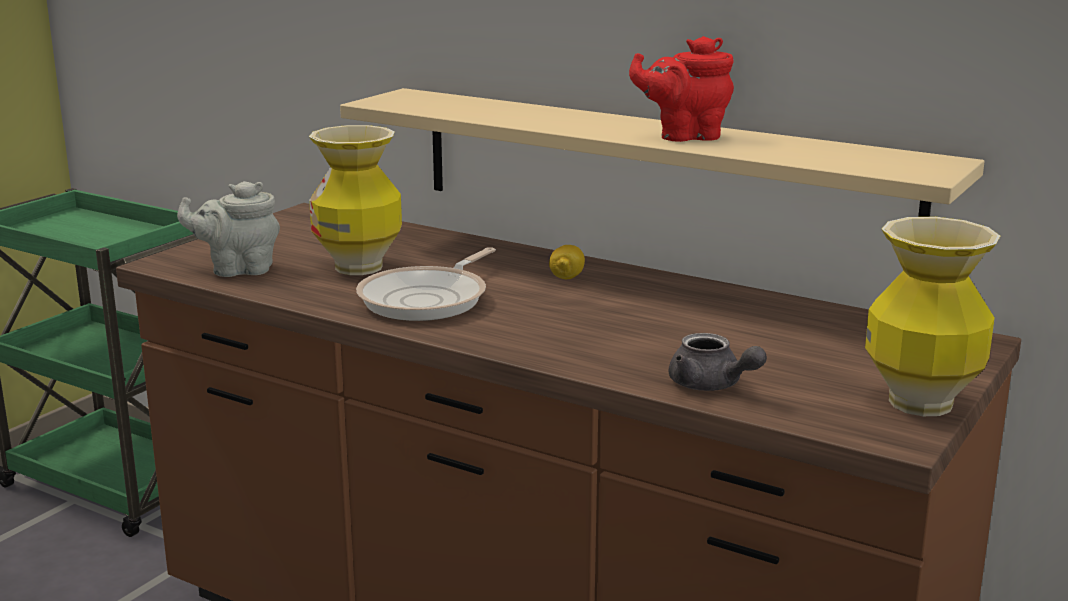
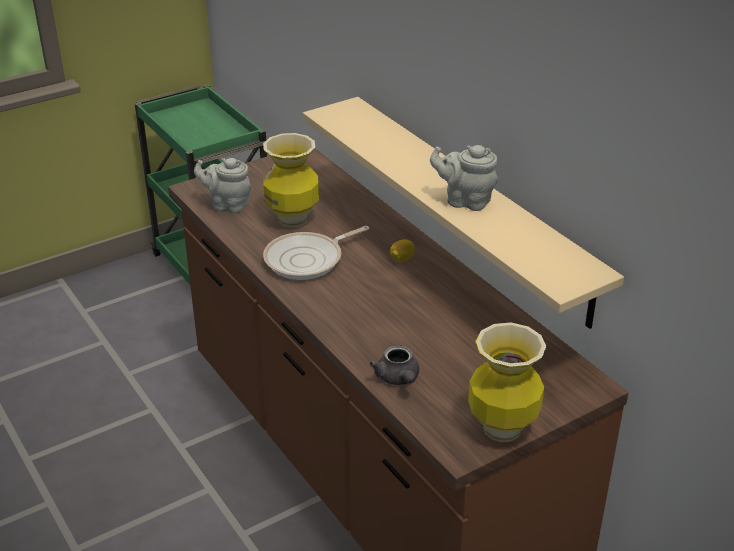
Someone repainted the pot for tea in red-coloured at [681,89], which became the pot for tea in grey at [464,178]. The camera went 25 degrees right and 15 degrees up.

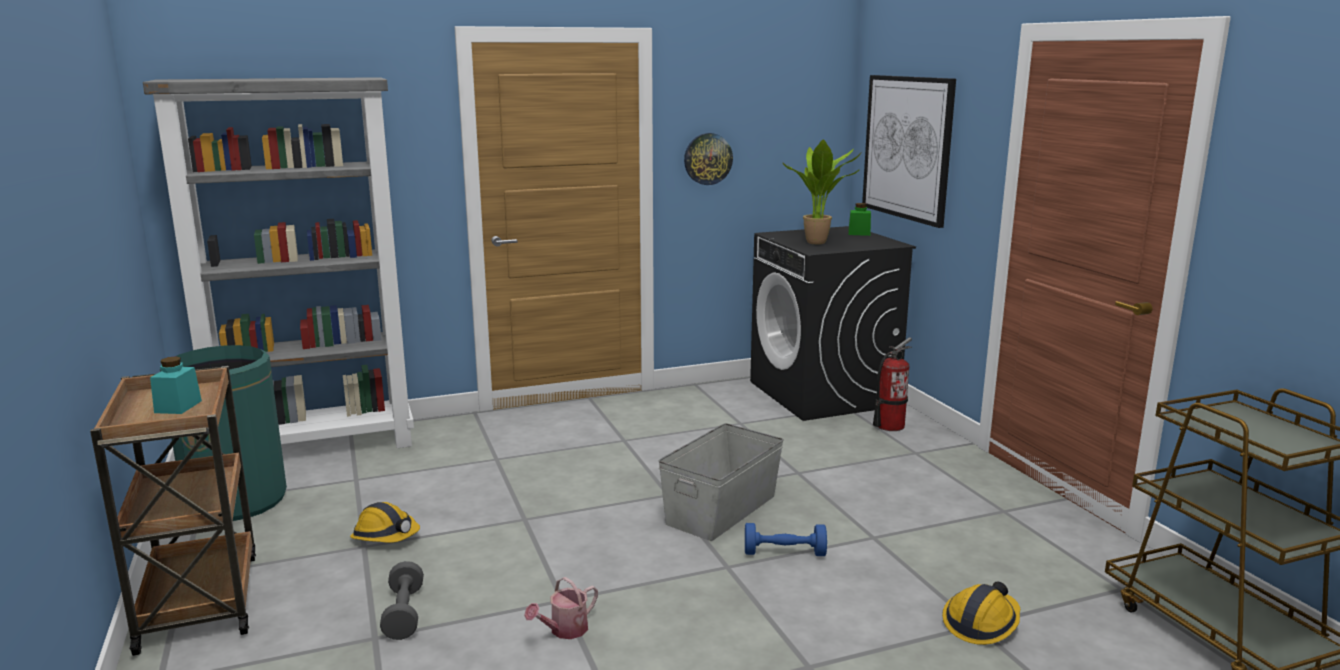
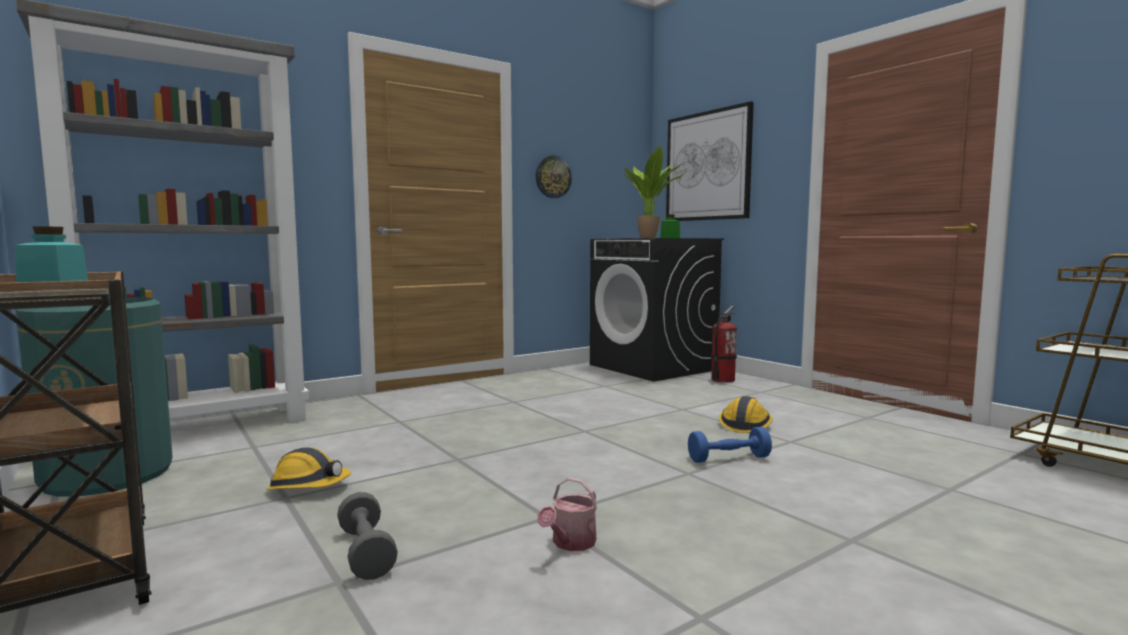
Someone carried the work helmet from [981,613] to [746,414]. Someone took away the storage container in grey at [721,482]. The camera went 15 degrees left and 10 degrees down.

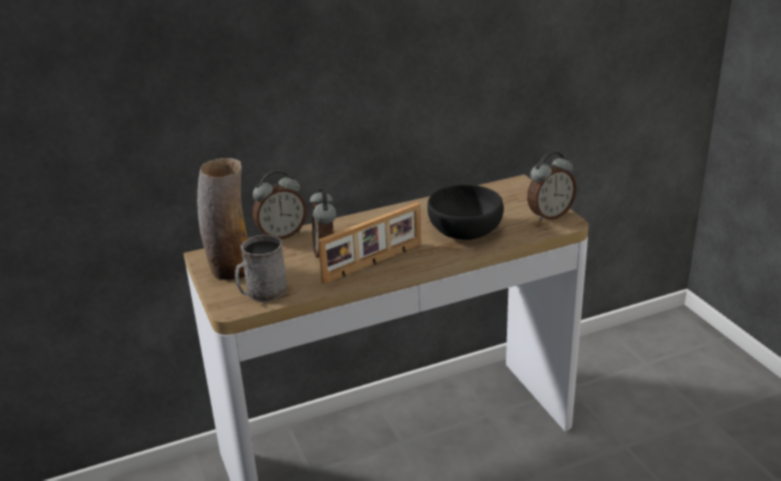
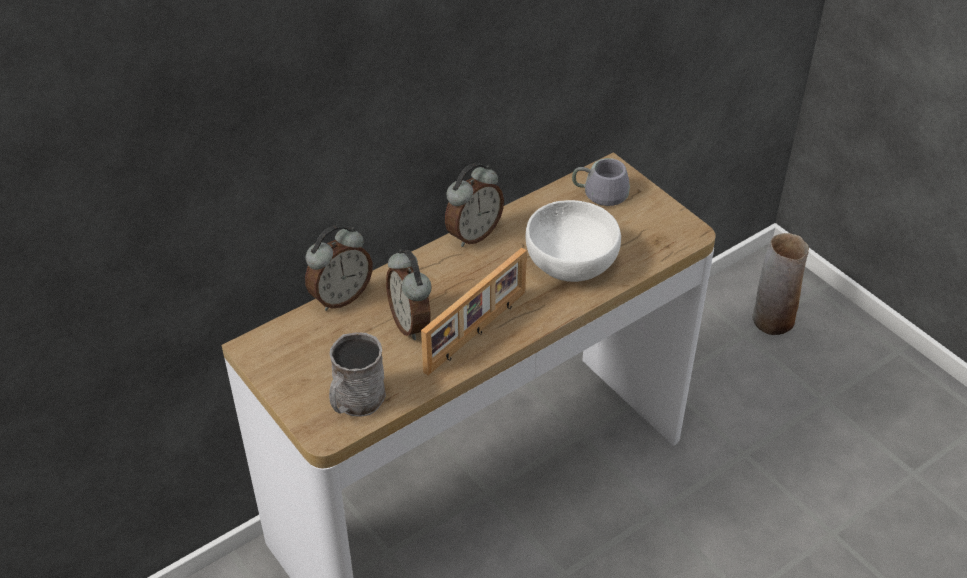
Someone carried the bedside clock from [552,186] to [474,205]. Someone repainted the deep dish in black at [465,212], which became the deep dish in whitish at [573,241]. Someone put down the coffee mug in grey at [601,182]. Someone carried the vase from [222,219] to [780,284]. The camera went 15 degrees left and 15 degrees up.

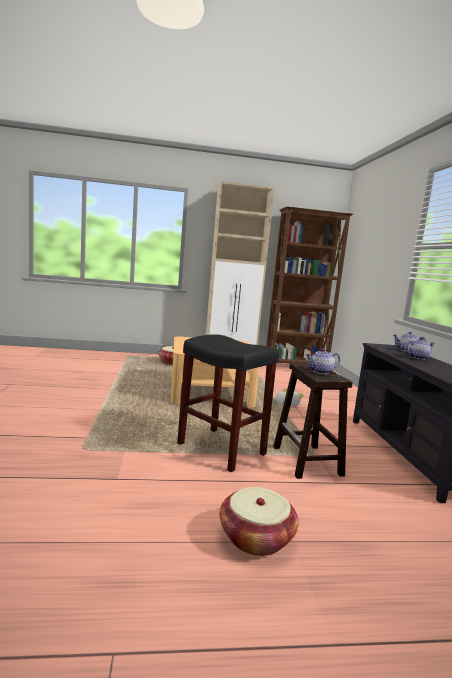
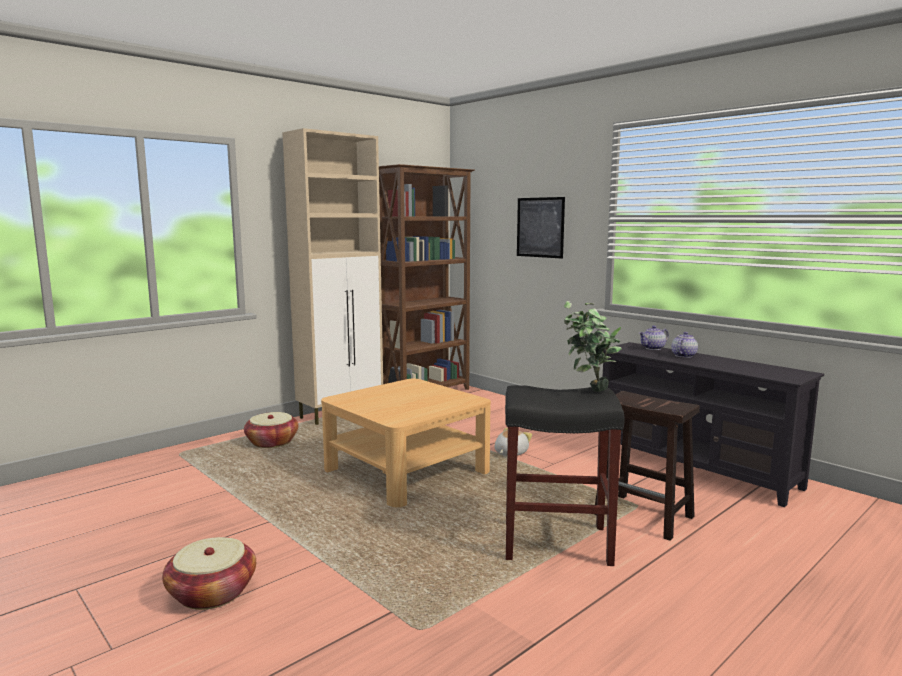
Someone carried the household basket from [259,521] to [209,573]. Someone put up the wall art at [541,228]. Someone put down the houseplant at [593,346]. Someone took away the pot for tea at [322,361]. The camera went 35 degrees left and 0 degrees up.

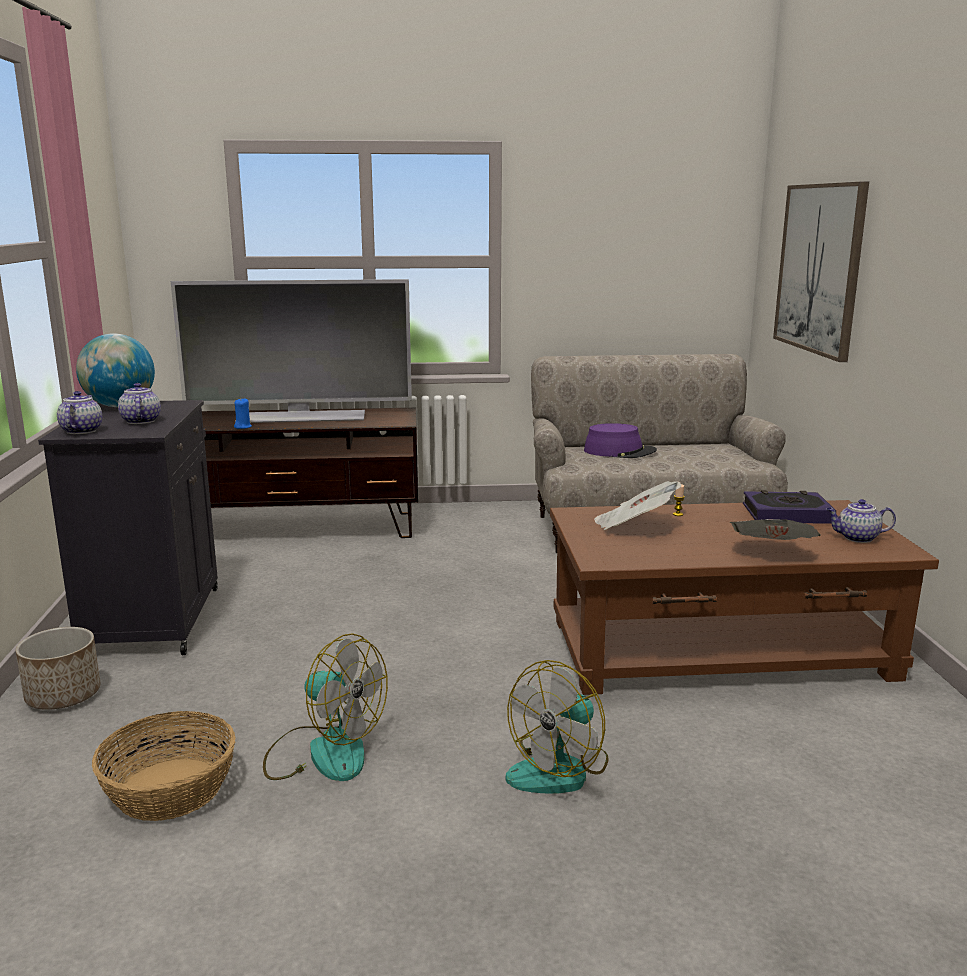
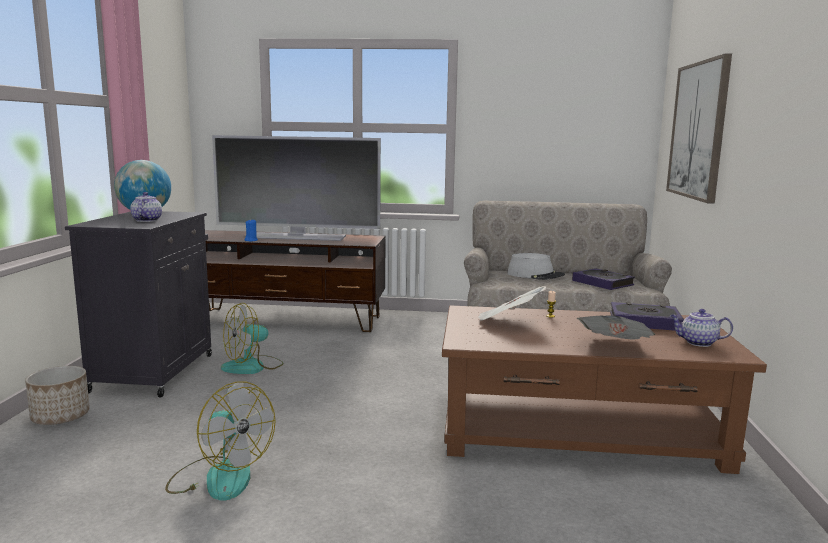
Someone carried the electric fan from [557,726] to [252,338]. Someone repainted the clothing hat in purple-coloured at [620,440], which became the clothing hat in grey at [536,266]. Someone put down the volume at [603,279]. Someone took away the pot for tea at [79,412]. Someone took away the household basket at [164,766]. The camera went 10 degrees right and 5 degrees down.

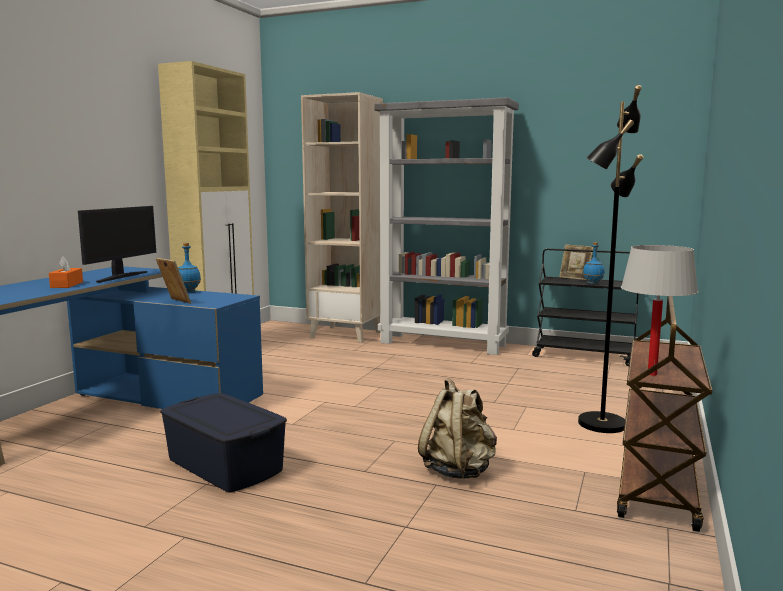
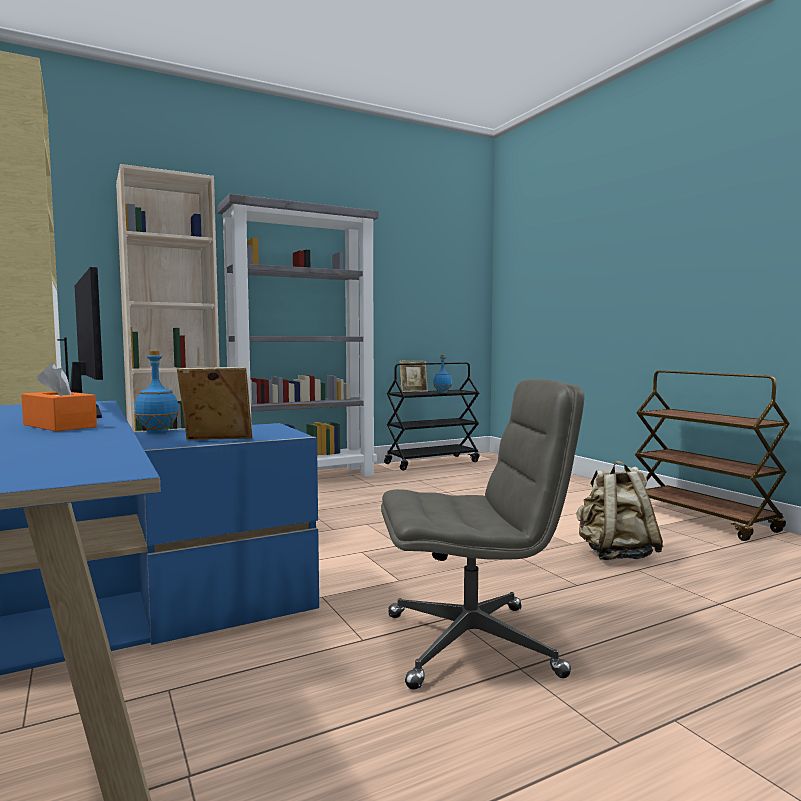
Someone swapped the storage container in bluish at [223,443] for the desk chair in grey at [482,534]. Someone took away the floor lamp in black at [611,259]. Someone took away the lamp for a table in whitish at [659,310]. The camera went 50 degrees left and 5 degrees down.

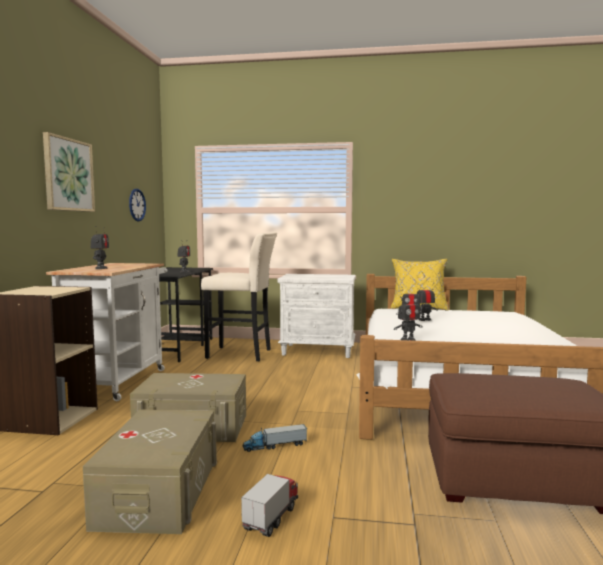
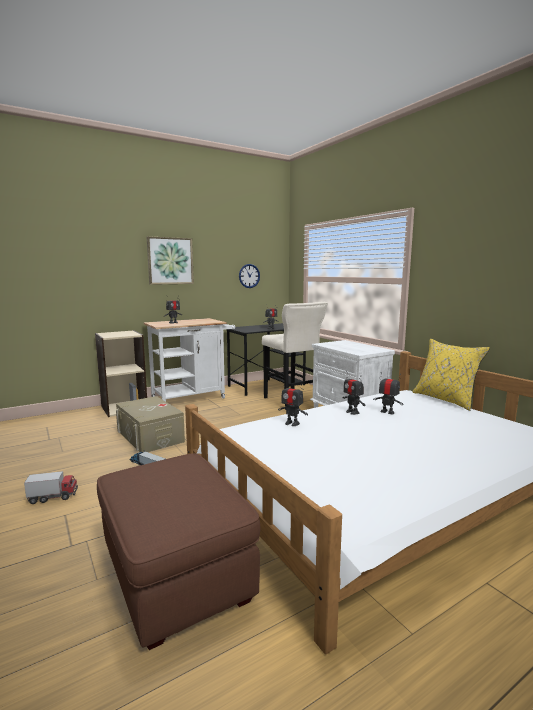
Someone took away the storage container in beige at [150,471]. The camera went 50 degrees right and 5 degrees up.

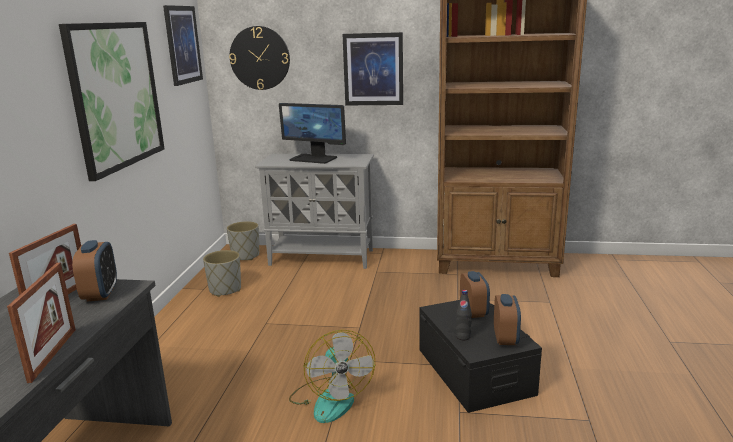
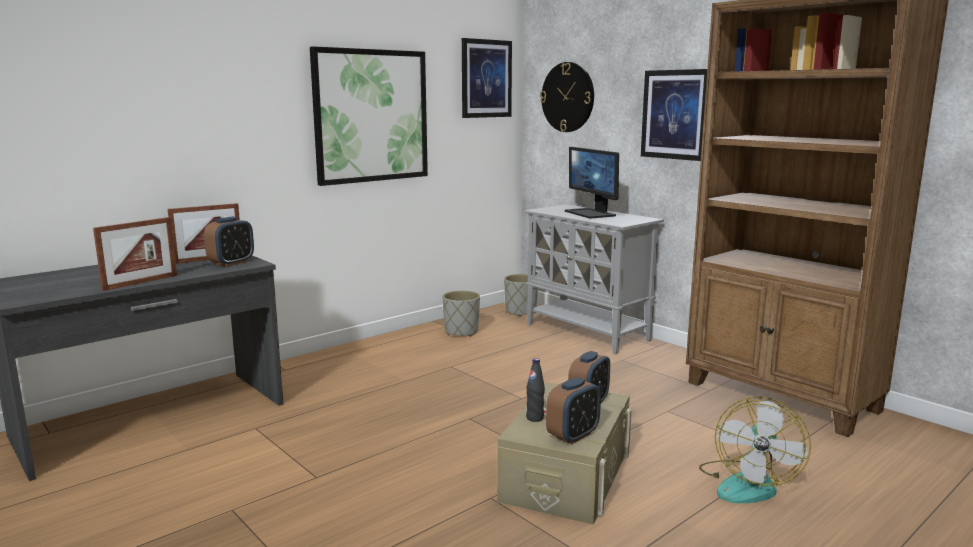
Someone repainted the storage container in black at [481,356], which became the storage container in beige at [564,453]. Someone carried the electric fan from [332,376] to [755,450]. The camera went 40 degrees right and 5 degrees down.

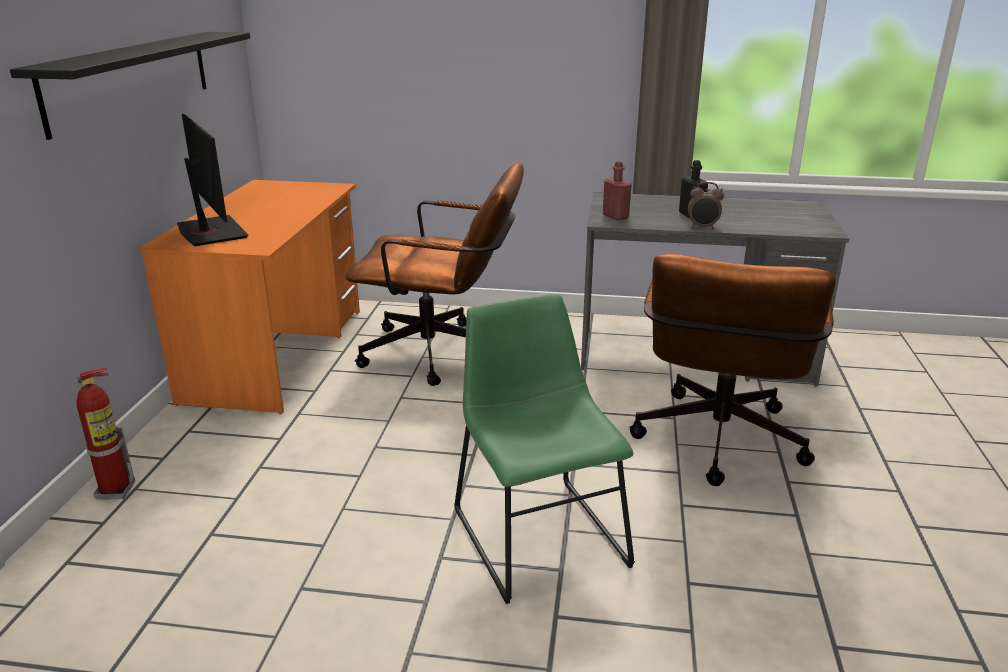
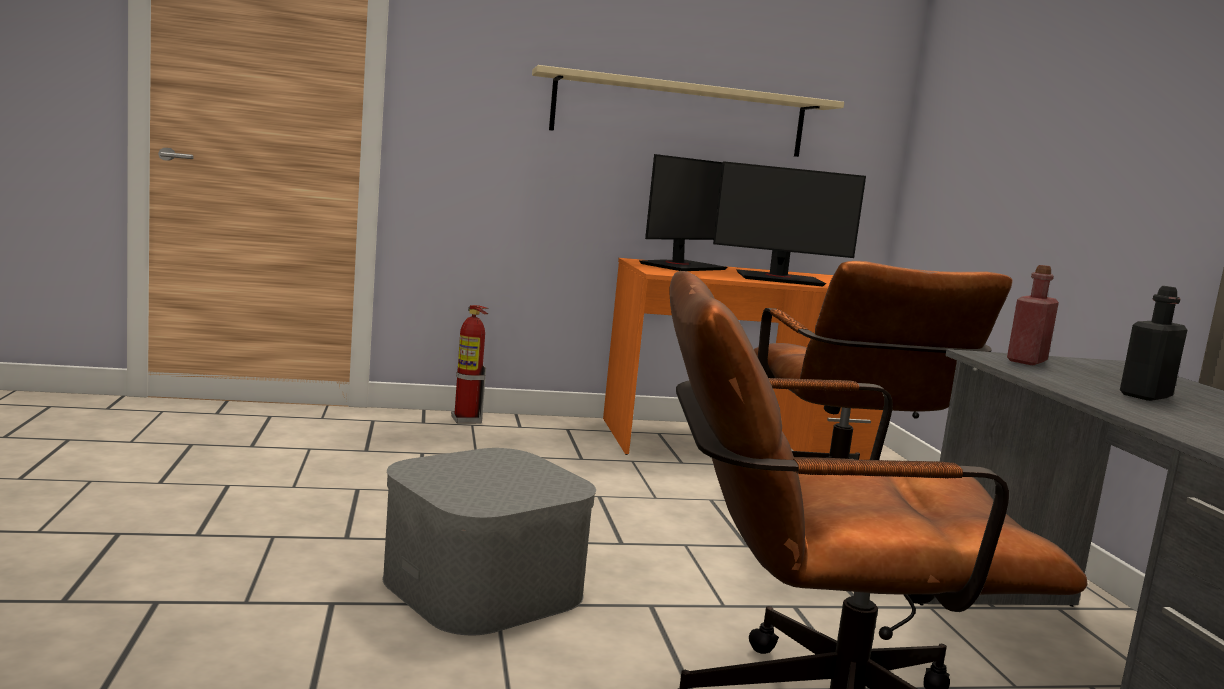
Someone swapped the plain chair in green at [544,449] for the storage container in grey at [489,541]. Someone repainted the shelf in black at [130,86], which became the shelf in beige at [688,111]. Someone put down the computer screen at [789,223]. Someone took away the bedside clock at [706,205]. The camera went 70 degrees right and 15 degrees down.

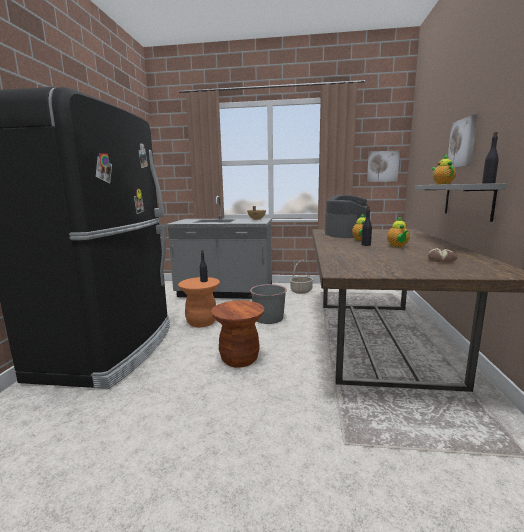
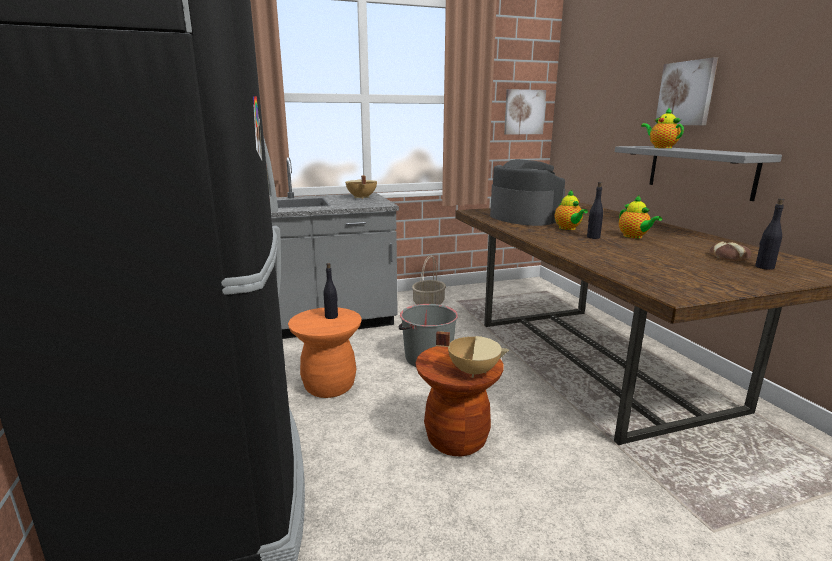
Someone put down the cooking pot in beige at [472,354]. Someone carried the bottle in black from [490,157] to [769,234]. The camera went 25 degrees left and 5 degrees up.

